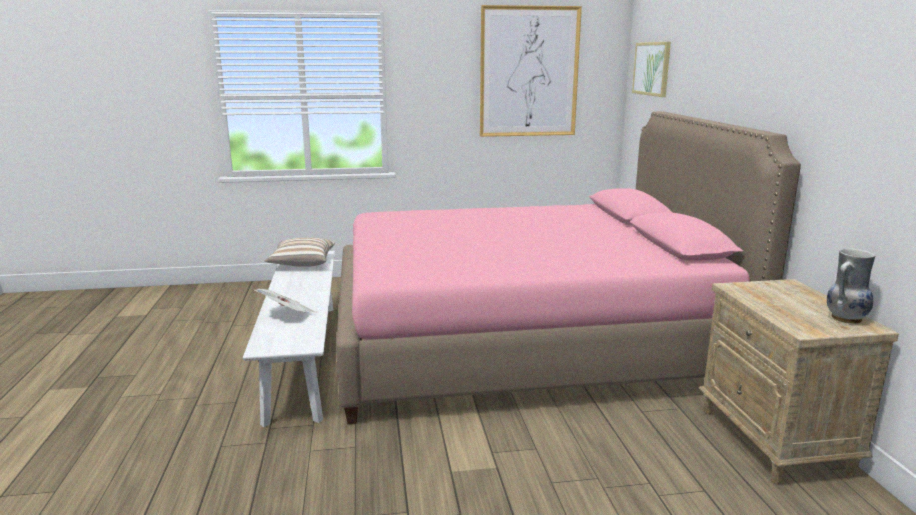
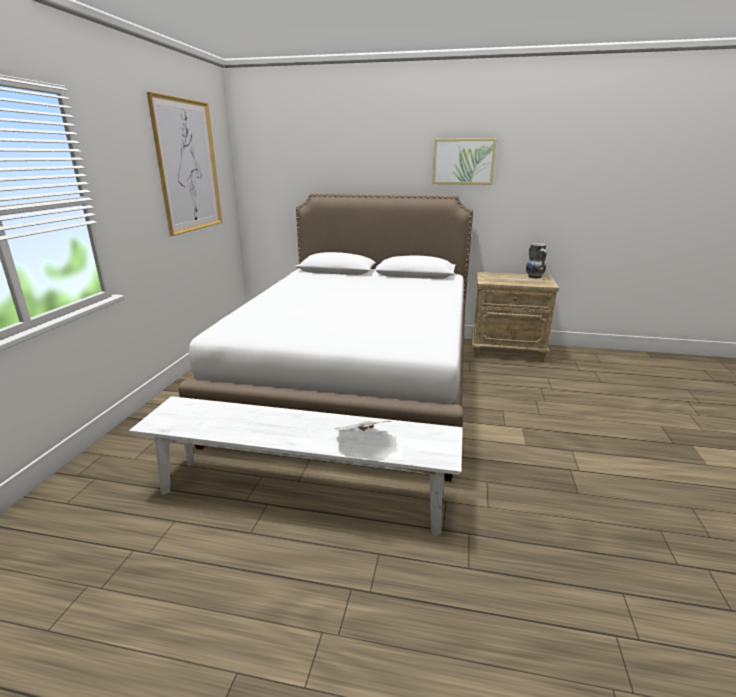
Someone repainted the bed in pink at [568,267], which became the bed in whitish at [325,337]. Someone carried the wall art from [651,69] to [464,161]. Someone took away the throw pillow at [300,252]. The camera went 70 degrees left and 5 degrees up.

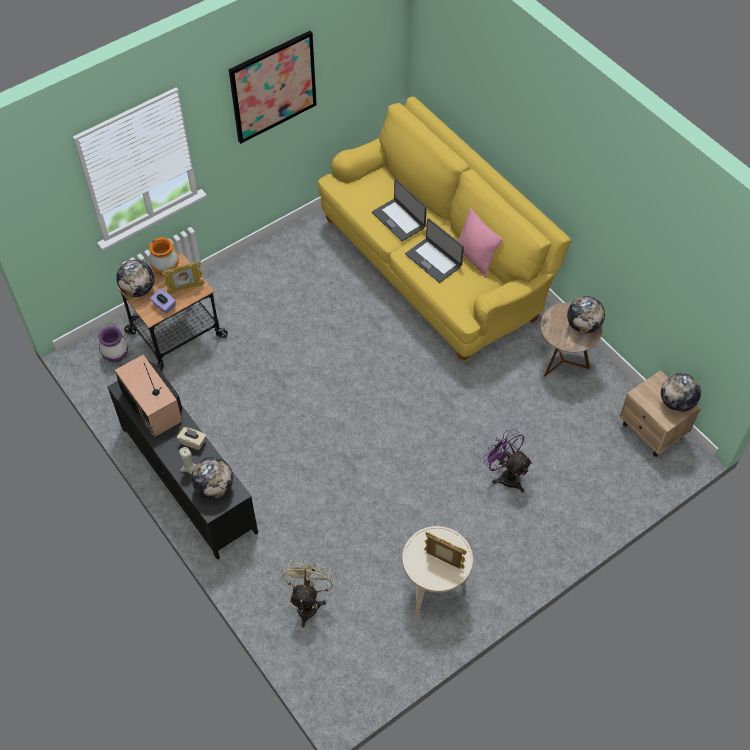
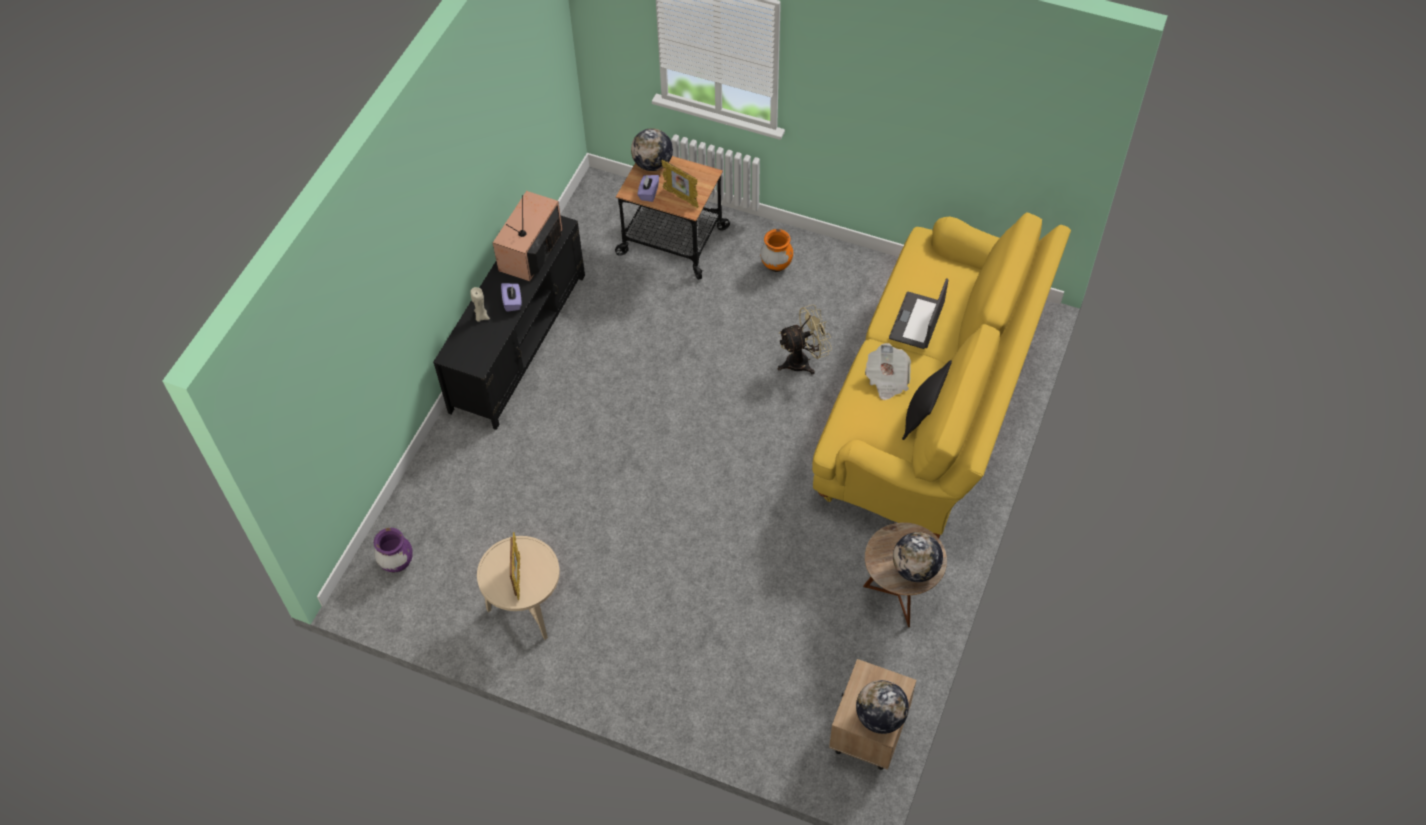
Someone carried the vase in purple-coloured from [113,344] to [393,550]. Someone repainted the tissue box in beige at [191,438], which became the tissue box in purple-coloured at [511,297]. Someone carried the vase in orange-coloured from [164,256] to [776,250]. Someone carried the electric fan in beige from [309,593] to [805,339]. Someone swapped the notebook computer at [434,250] for the newspaper at [888,371]. Someone repainted the throw pillow in pink at [480,243], which became the throw pillow in black at [927,400]. Someone took away the world globe at [212,478]. Someone took away the wall art at [273,87]. Someone took away the electric fan in purple-coloured at [507,461]. The camera went 60 degrees right and 0 degrees up.

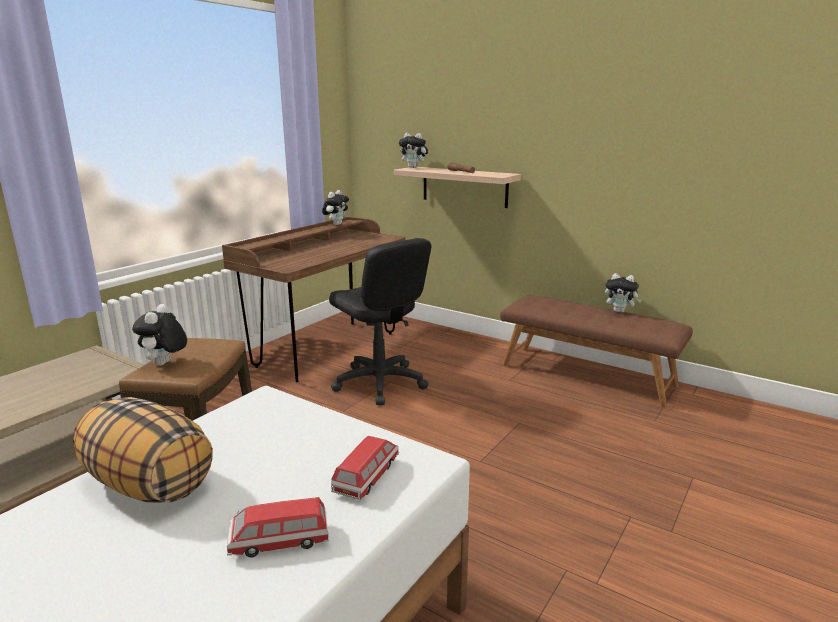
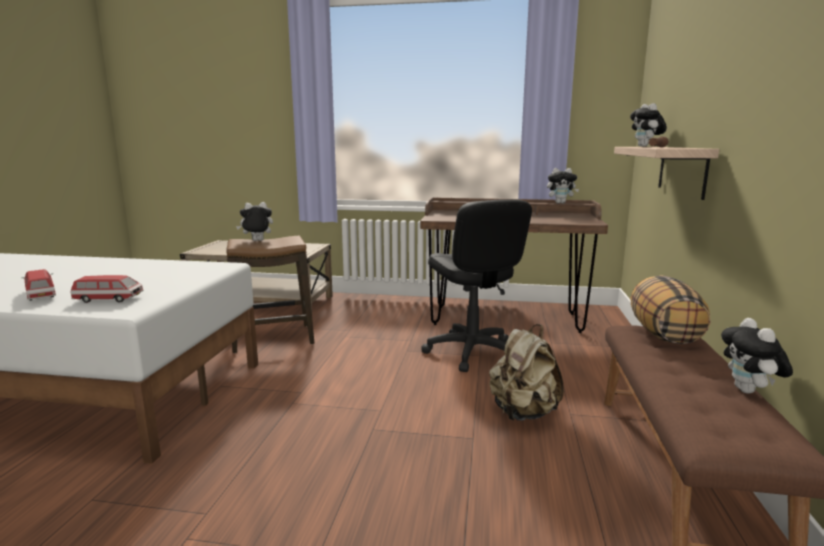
Someone rotated the desk chair in black at [380,321] by 45 degrees counterclockwise. Someone put down the backpack in beige at [526,372]. Someone carried the throw pillow from [143,450] to [670,309]. The camera went 65 degrees right and 5 degrees down.

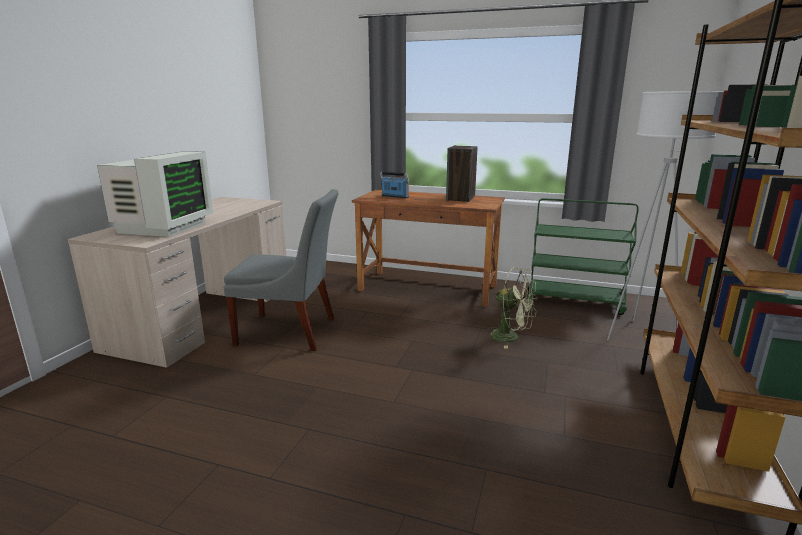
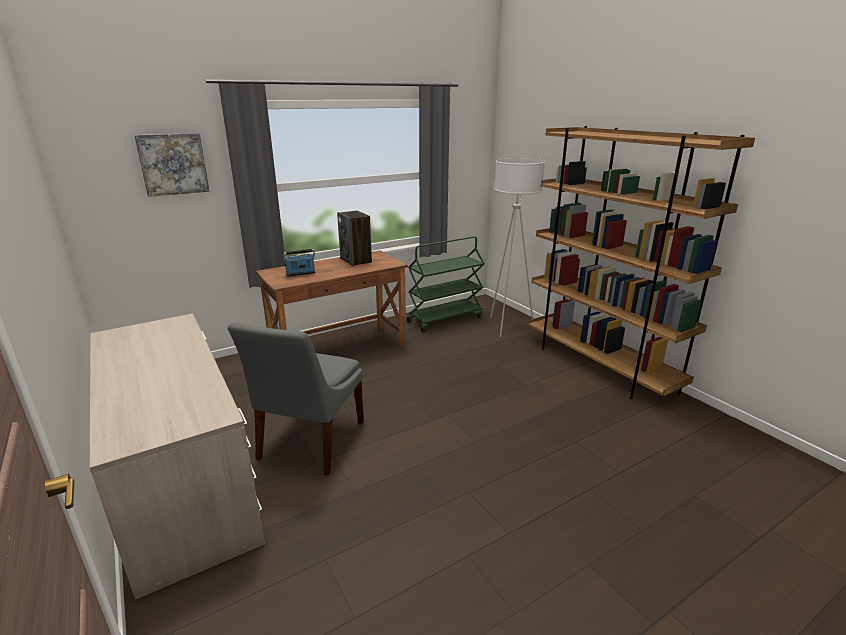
Someone put up the wall art at [172,165]. Someone rotated the plain chair in grey at [280,270] by 150 degrees clockwise. Someone took away the computer screen at [155,194]. Someone took away the electric fan in green at [512,308]. The camera went 50 degrees left and 5 degrees up.

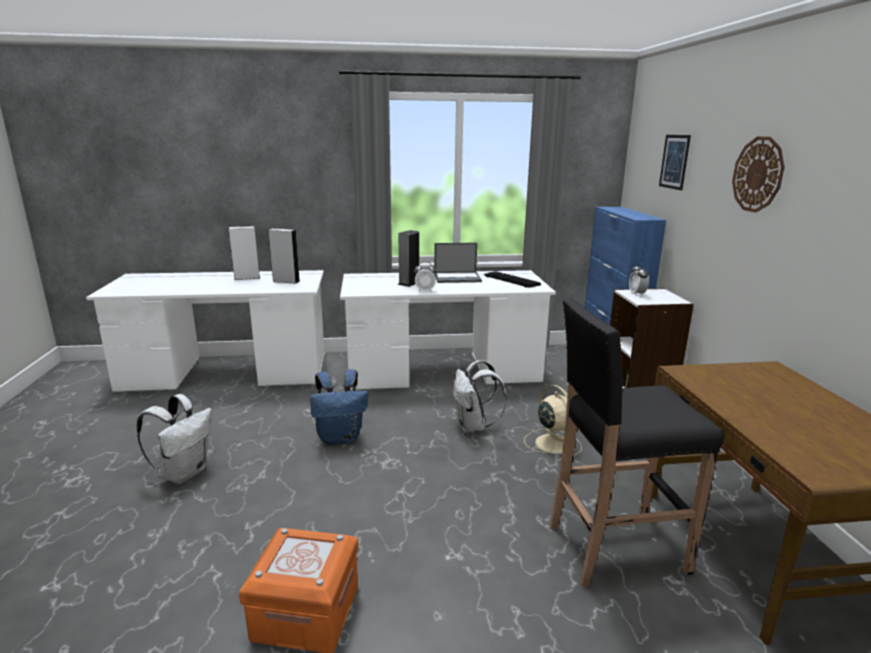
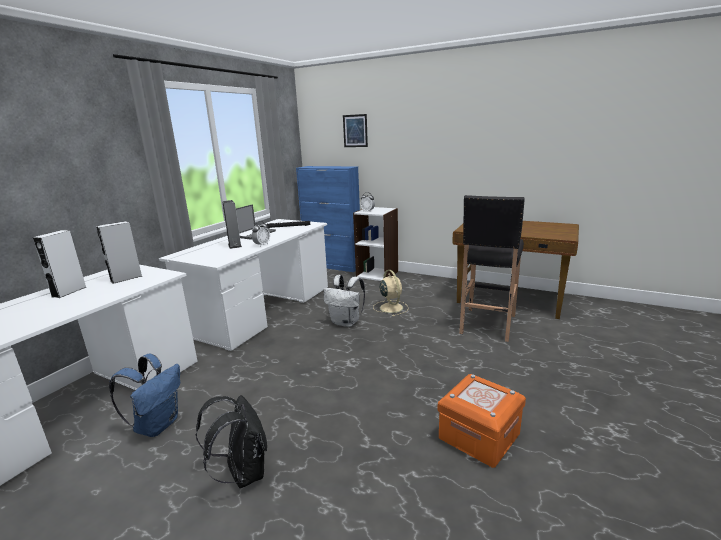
Someone carried the backpack in bluish from [339,407] to [144,395]. Someone repainted the backpack in whitish at [174,439], which became the backpack in black at [231,441]. Someone rotated the electric fan in beige at [553,420] by 60 degrees clockwise. Someone took away the wall clock at [758,175]. The camera went 55 degrees left and 0 degrees up.

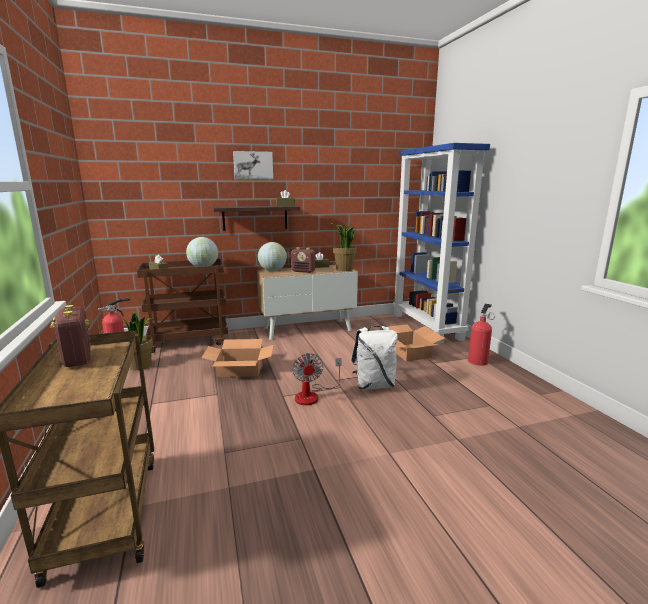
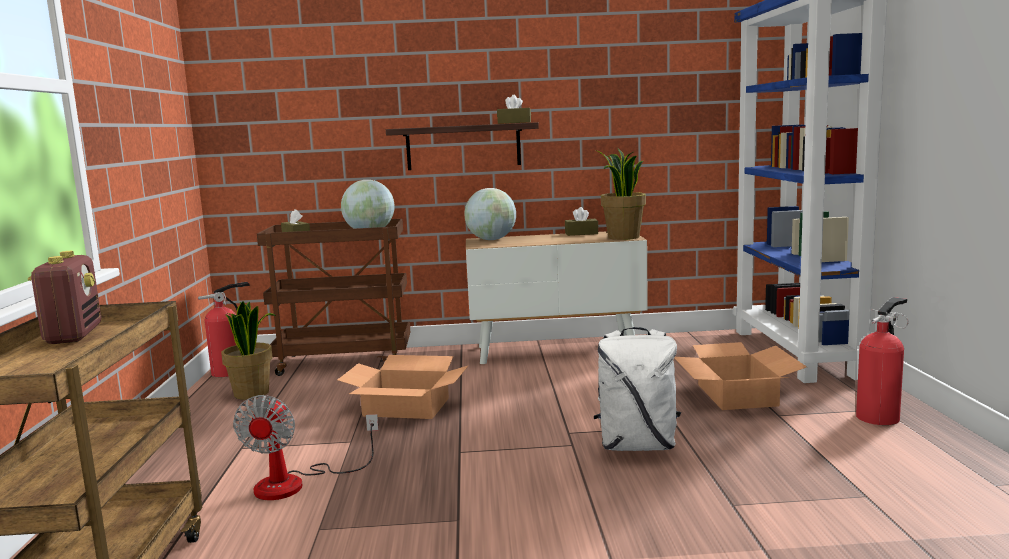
Someone carried the electric fan from [316,379] to [306,447]. Someone took away the wall art at [253,165]. Someone took away the radio at [303,260]. The camera went 15 degrees right and 5 degrees down.

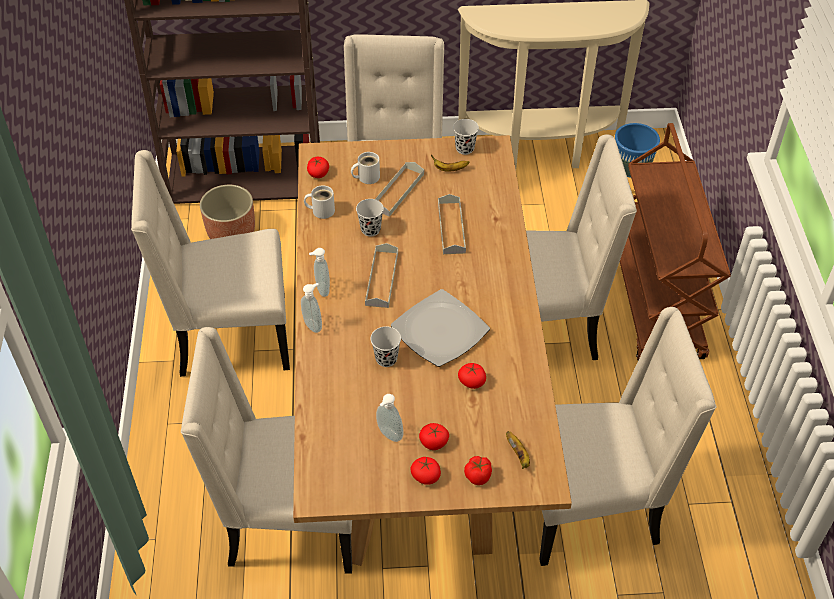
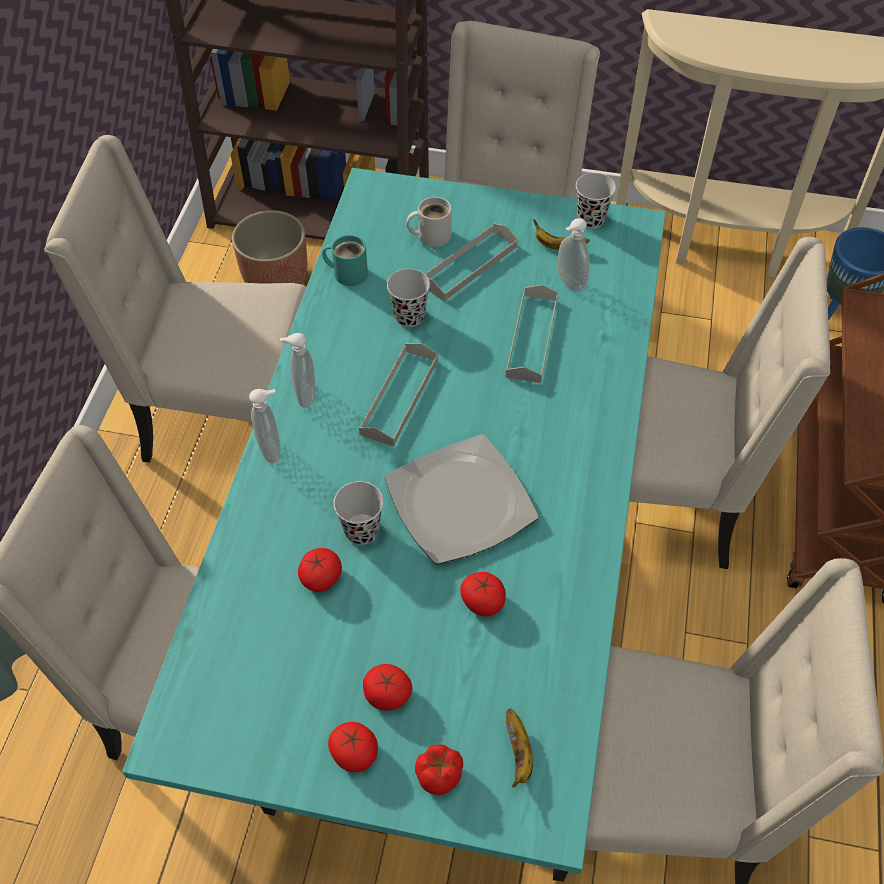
Someone repainted the dinner table in brown at [432,350], which became the dinner table in blue-green at [394,521]. Someone carried the fresh tomato from [318,167] to [320,570]. Someone repainted the coffee mug in whitish at [319,202], which became the coffee mug in blue-green at [345,260]. Someone carried the soap bottle from [390,418] to [574,255]. The camera went 15 degrees right and 5 degrees up.

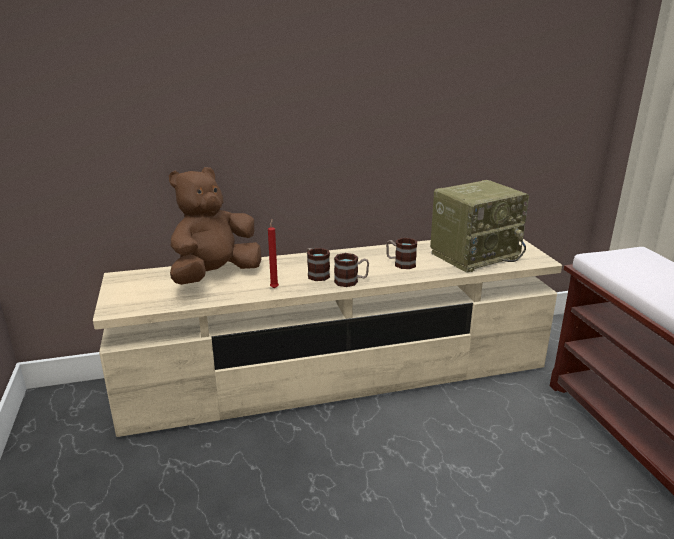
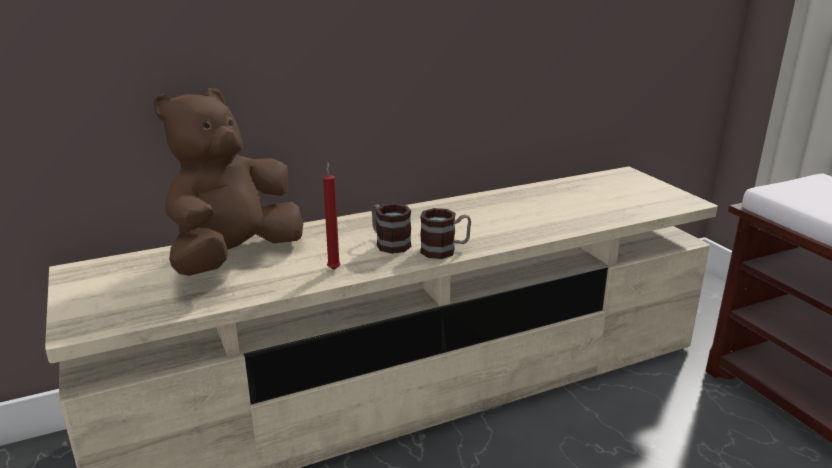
Someone took away the coffee mug at [401,253]. Someone took away the radio at [479,226]. The camera went 10 degrees left and 0 degrees up.

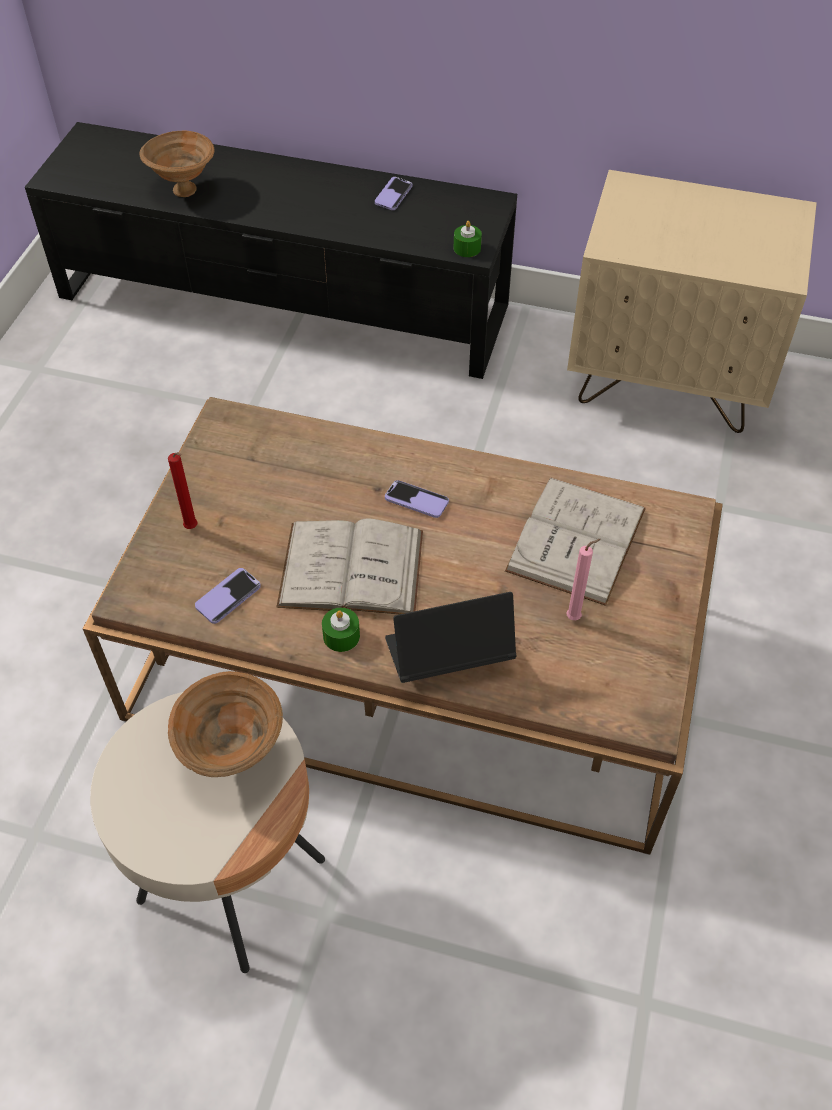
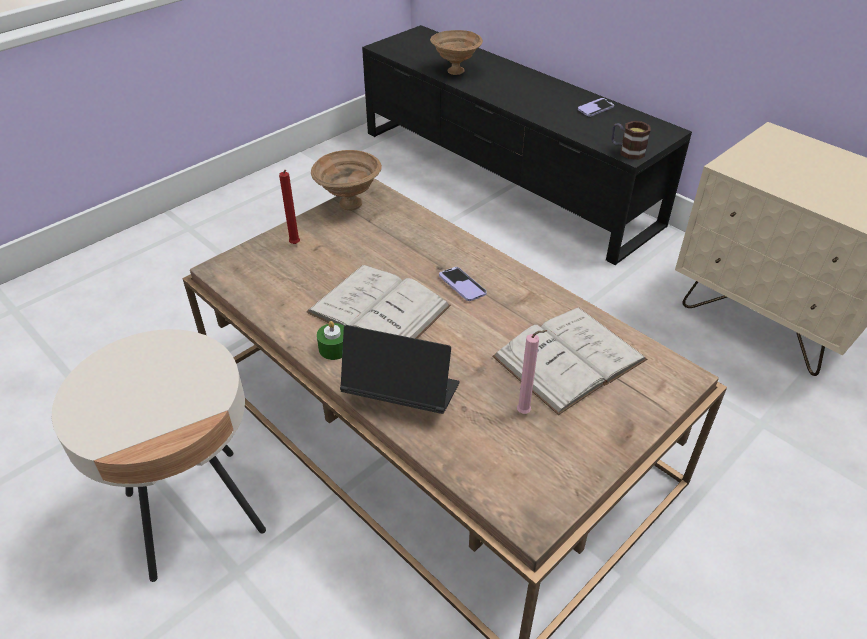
Someone carried the deep dish in brown from [225,724] to [346,180]. Someone swapped the wax candle in green at [468,239] for the coffee mug at [631,140]. Someone took away the phone at [228,596]. The camera went 30 degrees right and 10 degrees down.

